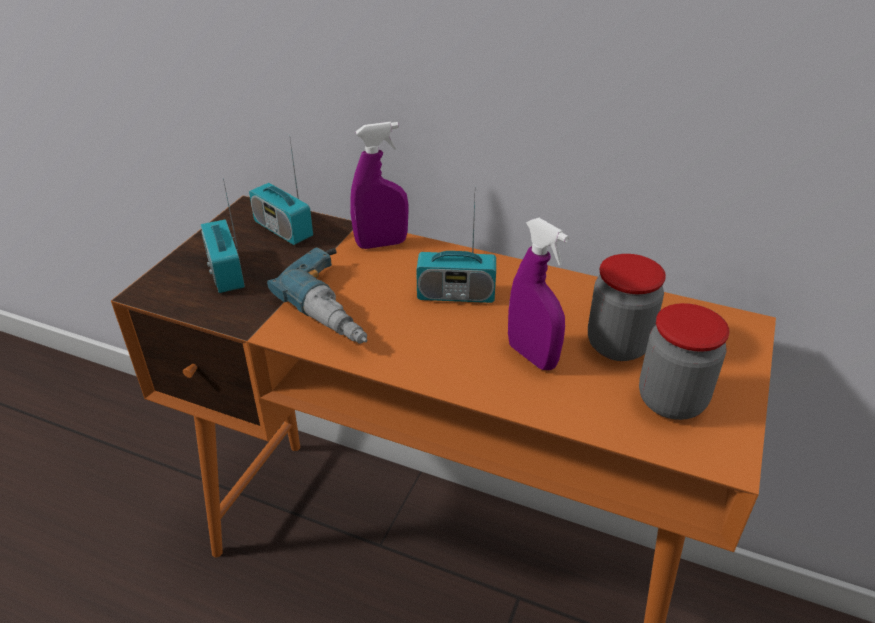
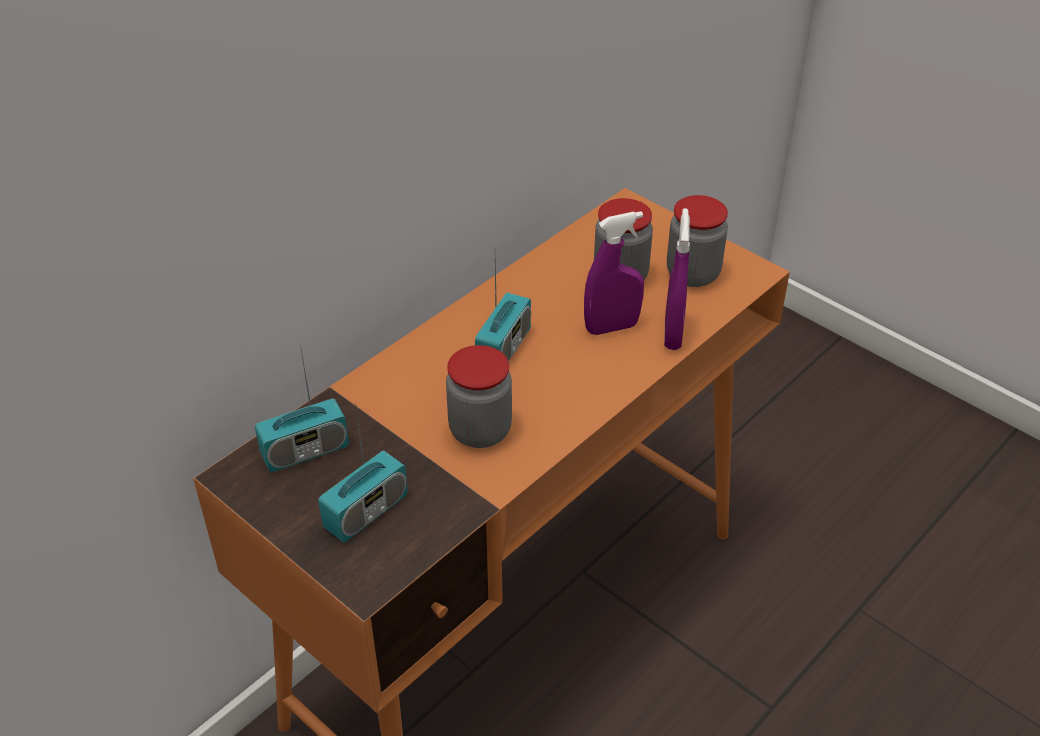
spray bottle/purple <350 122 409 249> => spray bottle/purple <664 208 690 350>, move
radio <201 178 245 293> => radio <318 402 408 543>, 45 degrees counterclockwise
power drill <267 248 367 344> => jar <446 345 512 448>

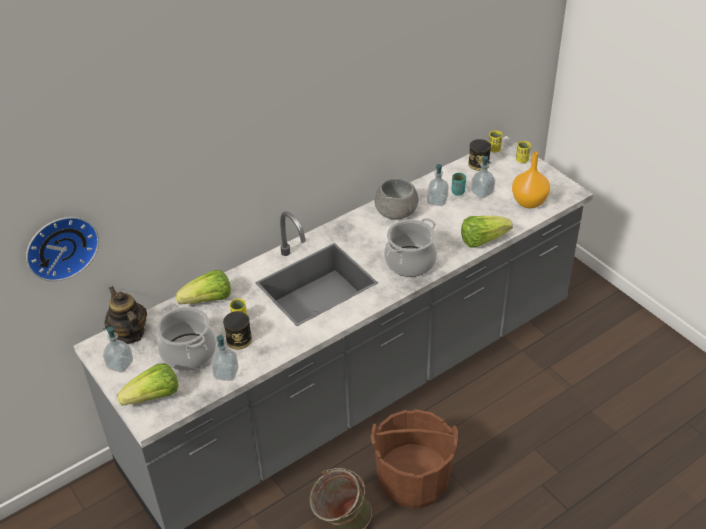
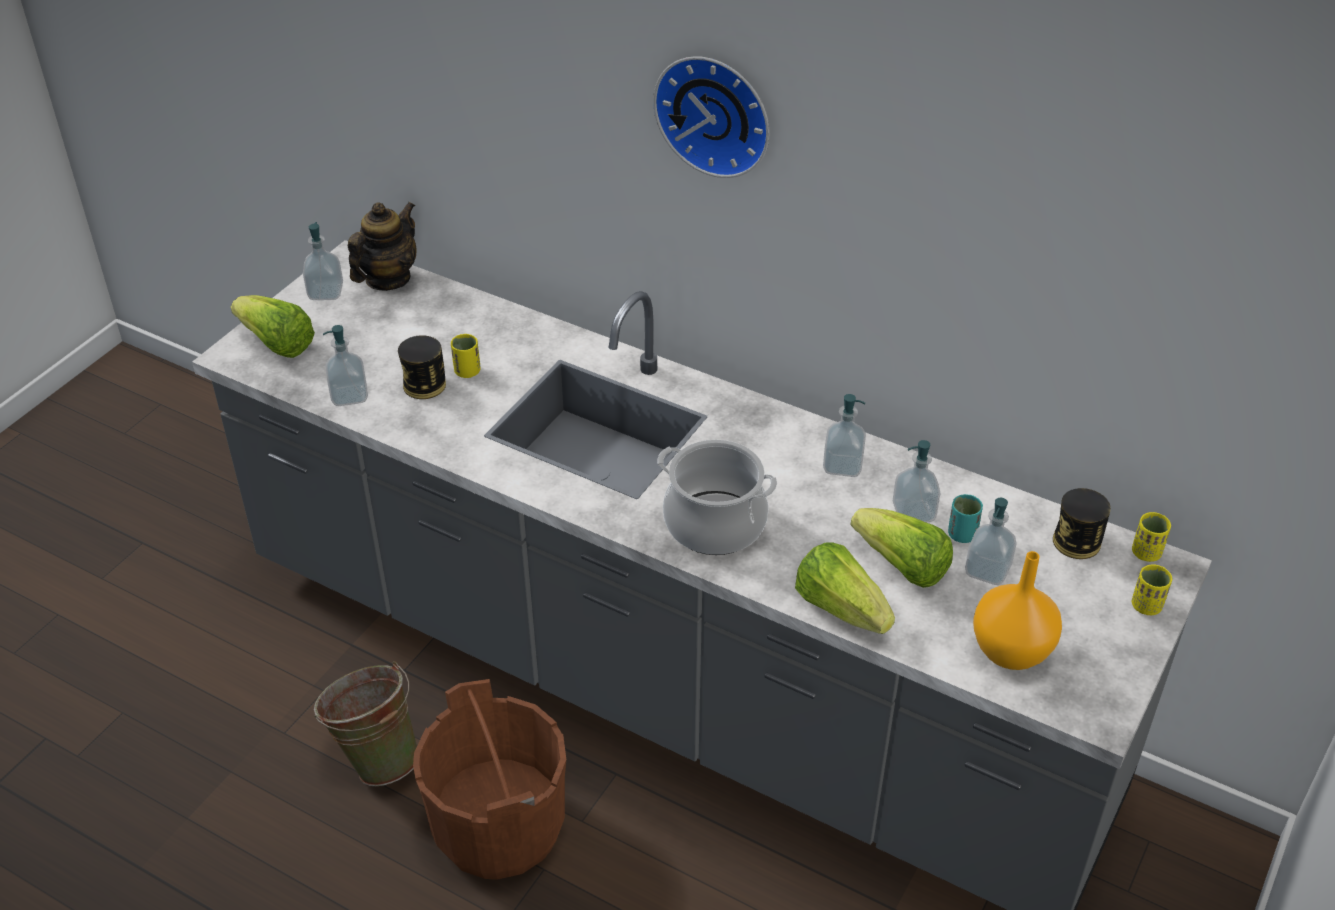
bowl/grey <374 178 419 220> => soap dispenser <823 394 866 477>
wall clock <26 217 99 281> => wall clock <653 56 769 178>, move
lettuce <176 270 231 304> => lettuce <851 508 953 588>, move
cooking pot <156 303 216 371> => nothing

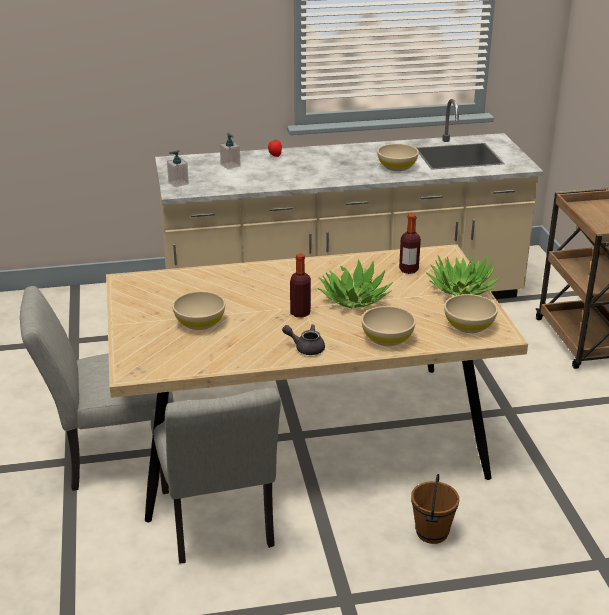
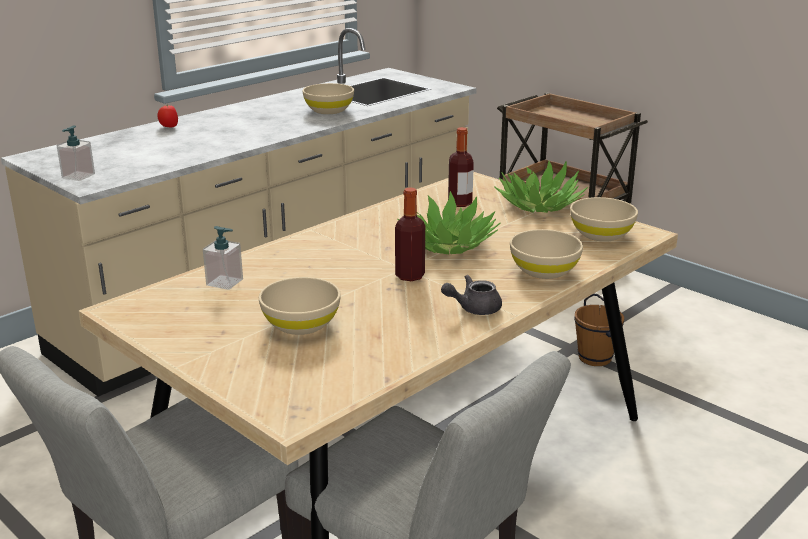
soap dispenser <220 133 240 169> => soap dispenser <203 226 243 290>, move
bucket/brown <411 474 459 544> => bucket/brown <574 294 624 366>, move

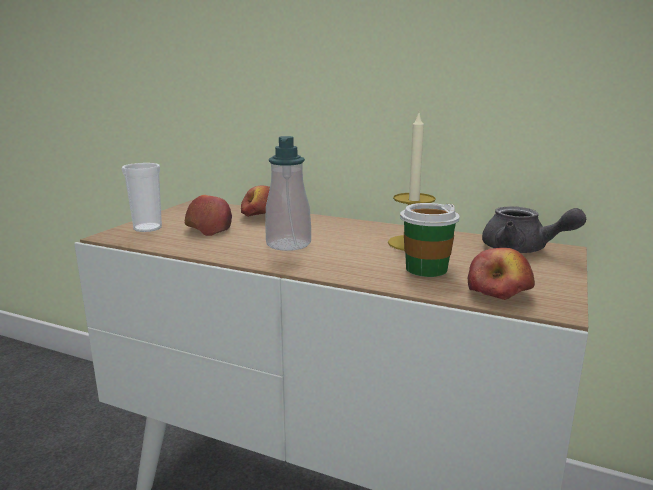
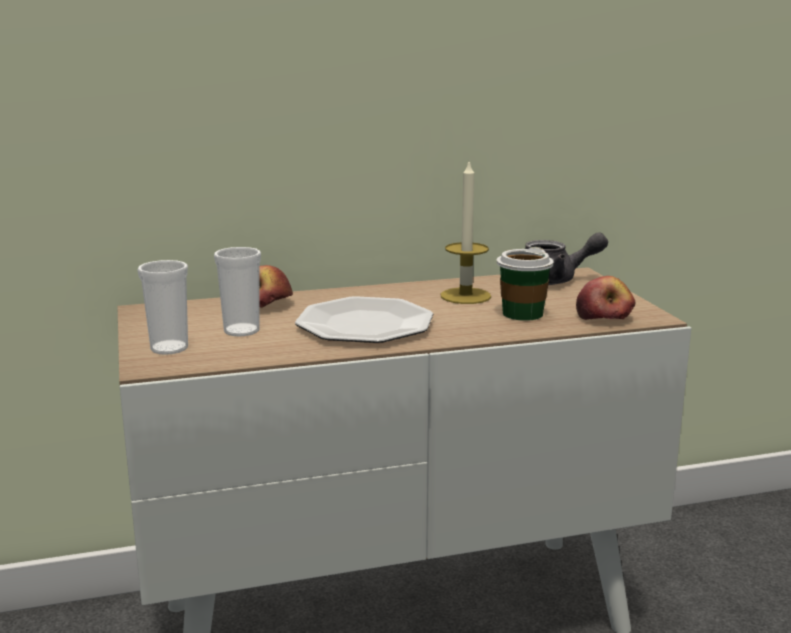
soap dispenser <265 136 311 251> => plate <295 296 433 343>
apple <185 195 232 236> => cup <214 247 261 336>

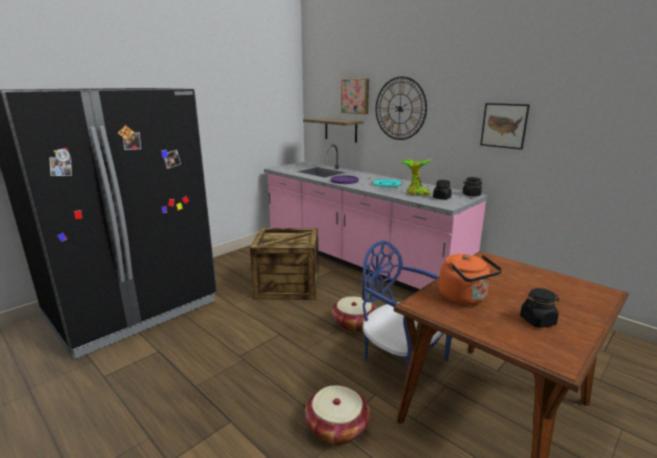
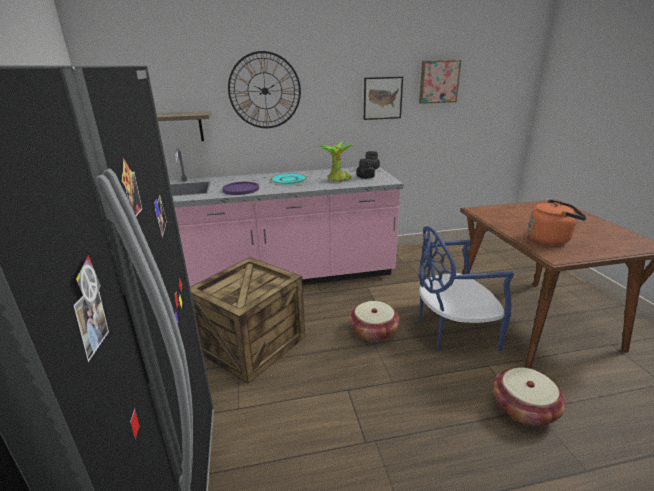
picture <341 79 369 114> => picture <419 60 461 104>, move
jar/black <520 288 559 328> => nothing

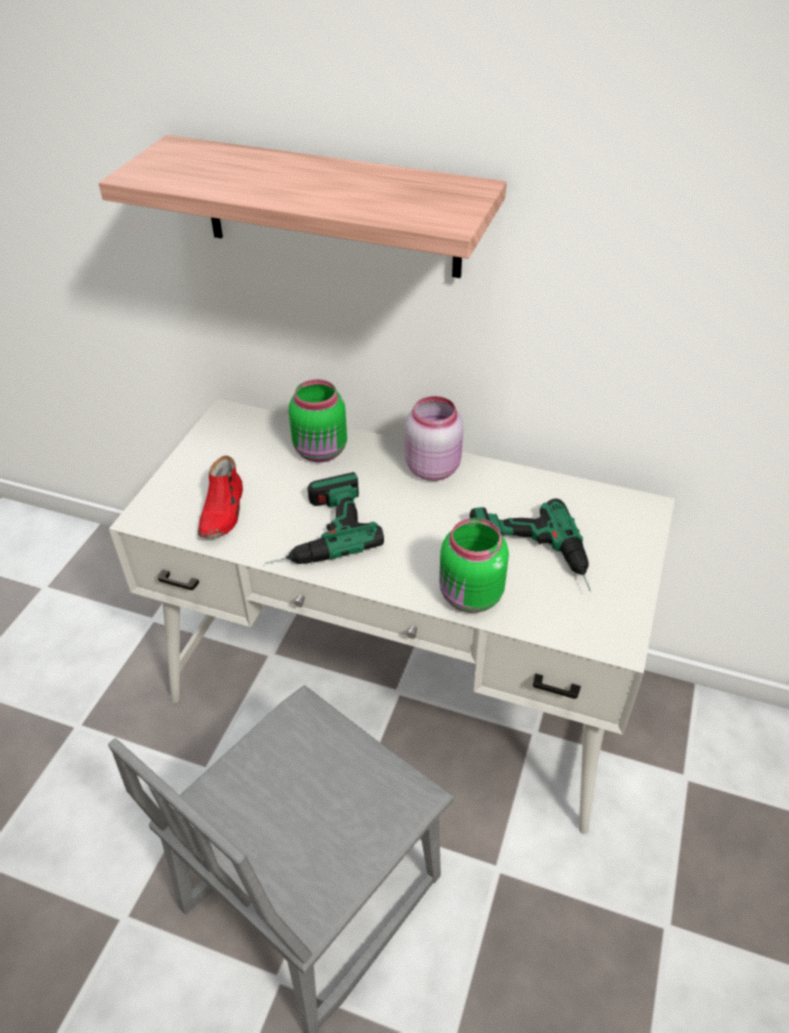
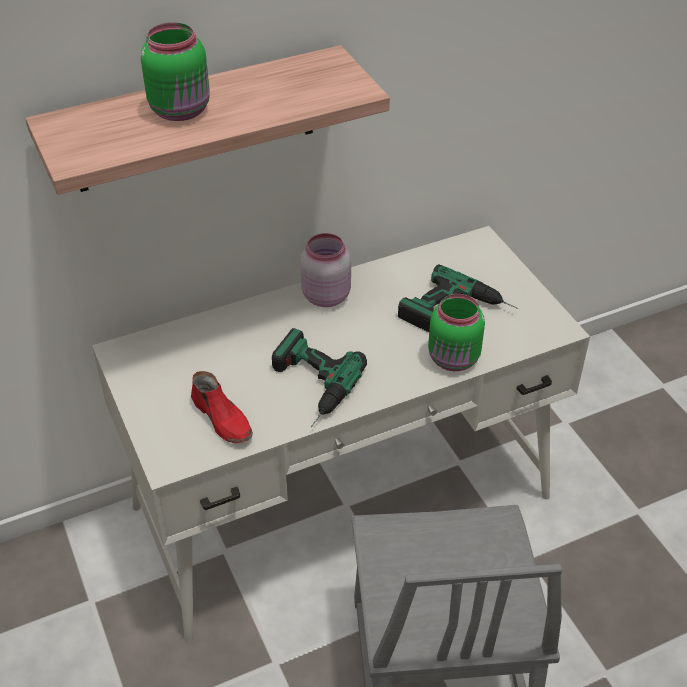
jar/green <289 379 347 462> => jar/green <141 23 210 121>, move

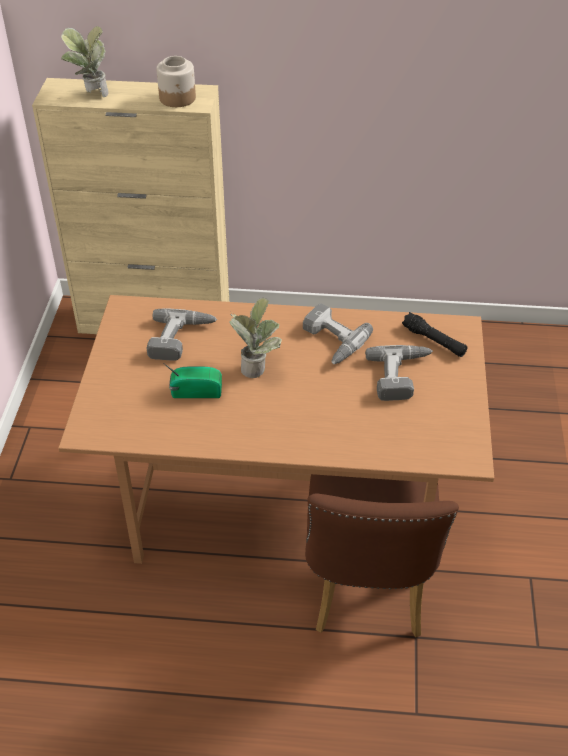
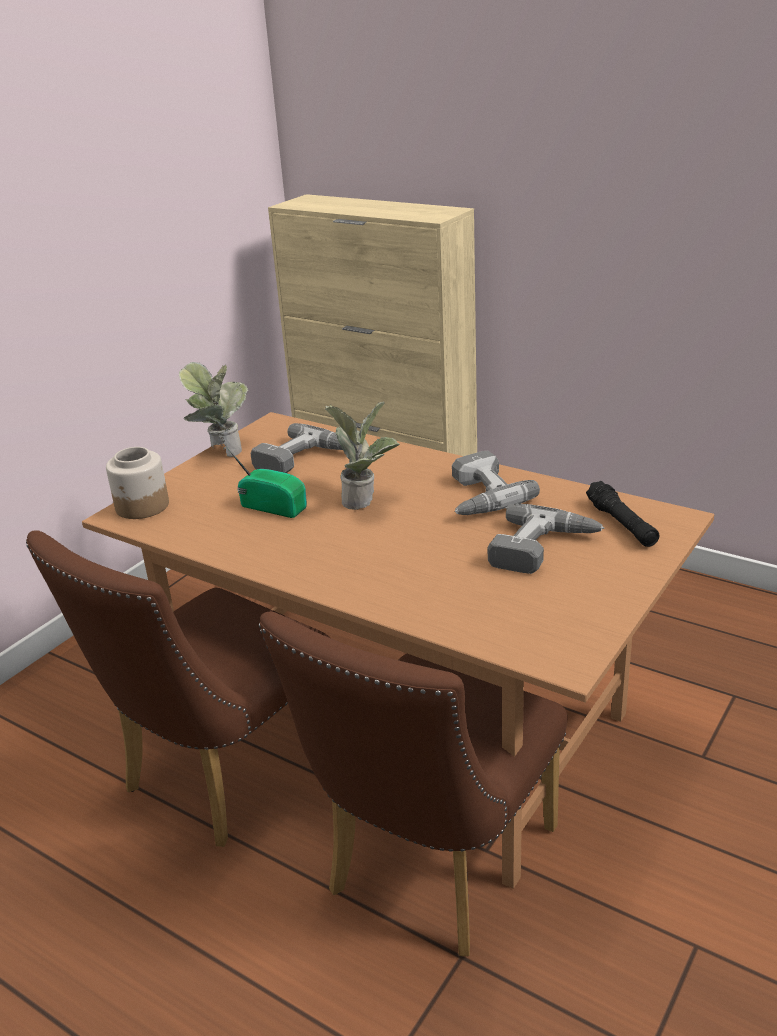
potted plant <61 26 108 97> => potted plant <179 362 248 457>, move
jar <157 56 196 107> => jar <106 447 169 519>, move
nothing => chair/brown <26 530 330 847>

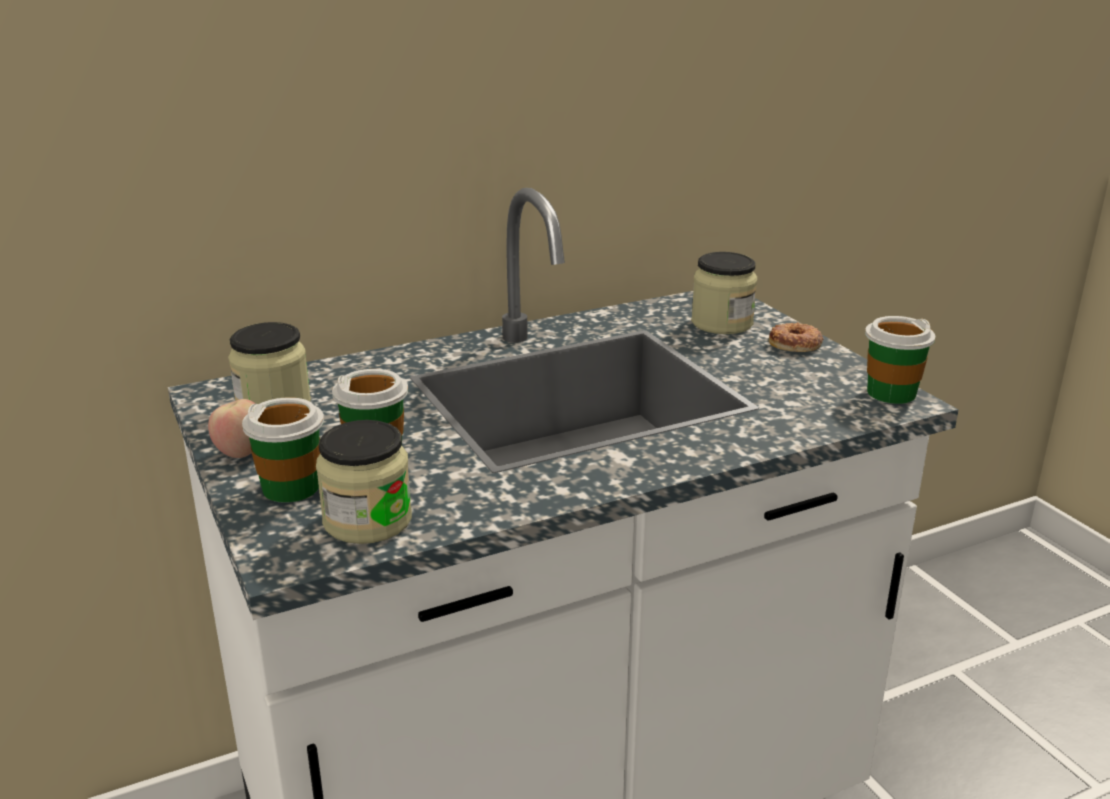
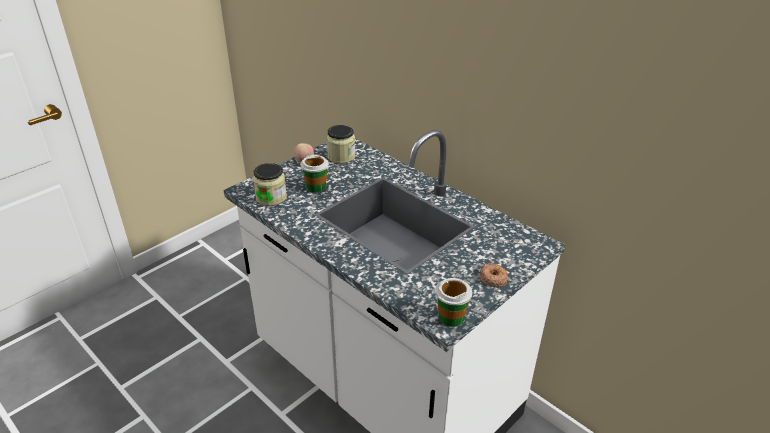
jar <691 252 757 334> => nothing
cup <242 397 324 503> => nothing

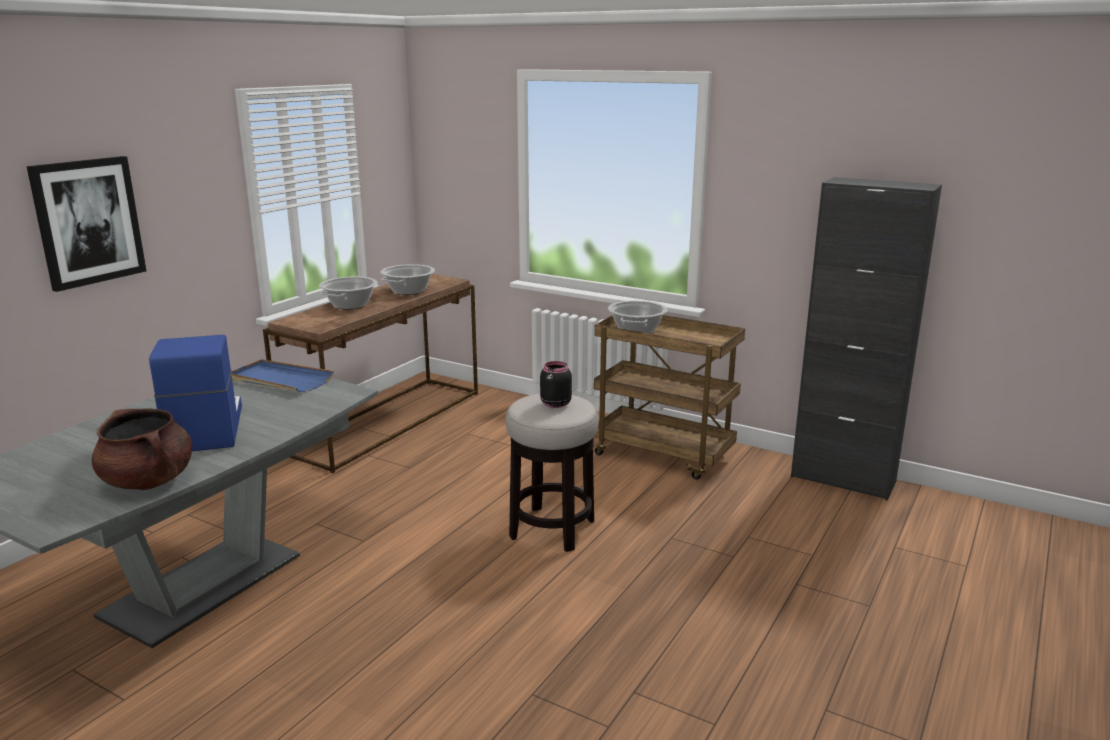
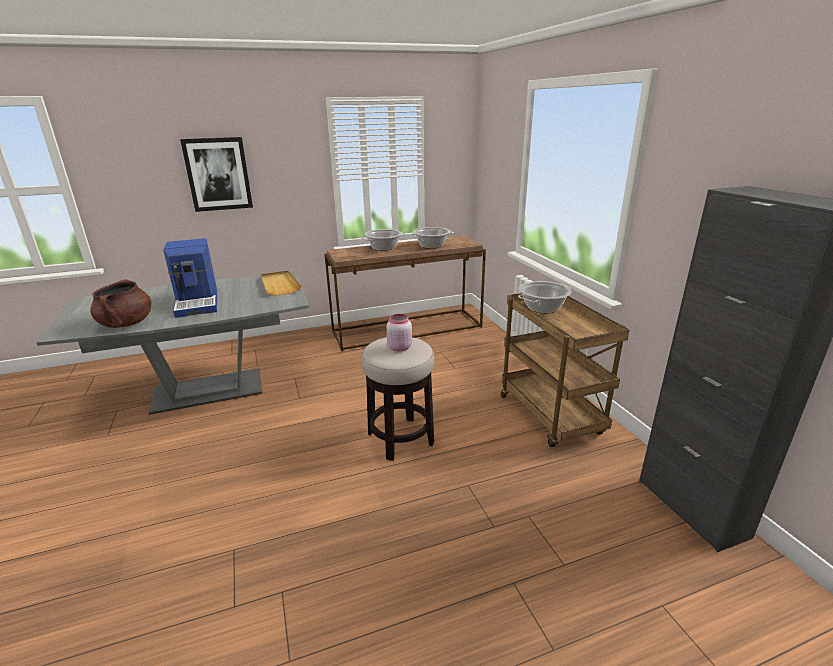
coffee machine <149 335 242 451> => coffee machine <163 238 217 318>, 135 degrees clockwise
tray/blue <231 359 334 392> => tray/beige <261 271 301 296>
jar/black <540 361 572 408> => jar/pink <386 314 412 352>

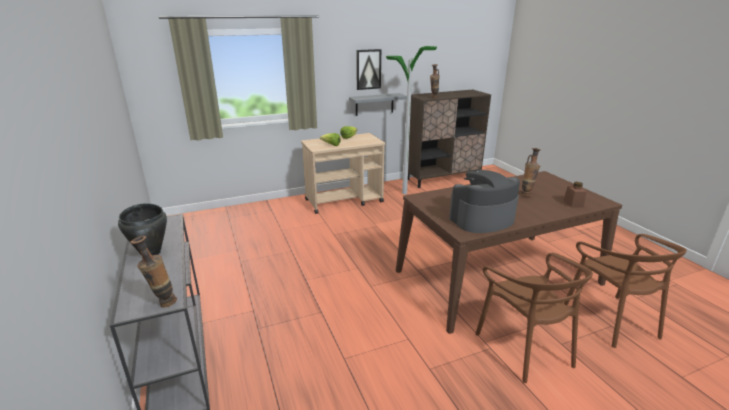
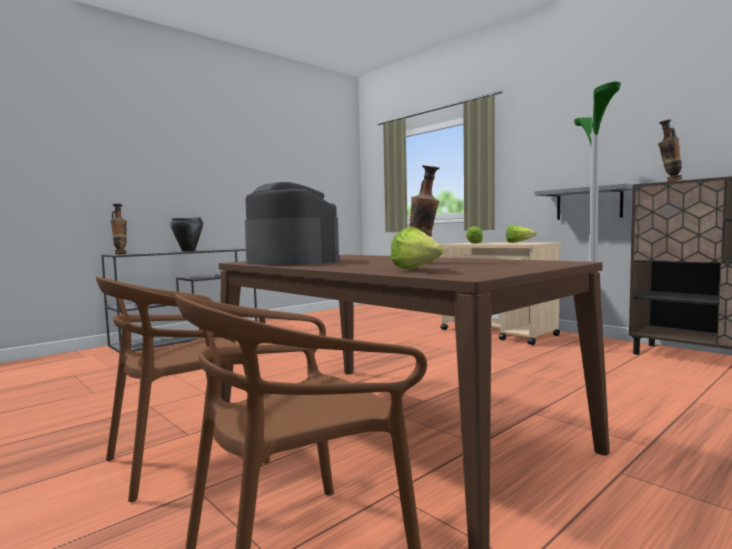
picture <356 49 381 90> => nothing
jar/brown <563 182 587 208> => lettuce <390 227 444 270>

